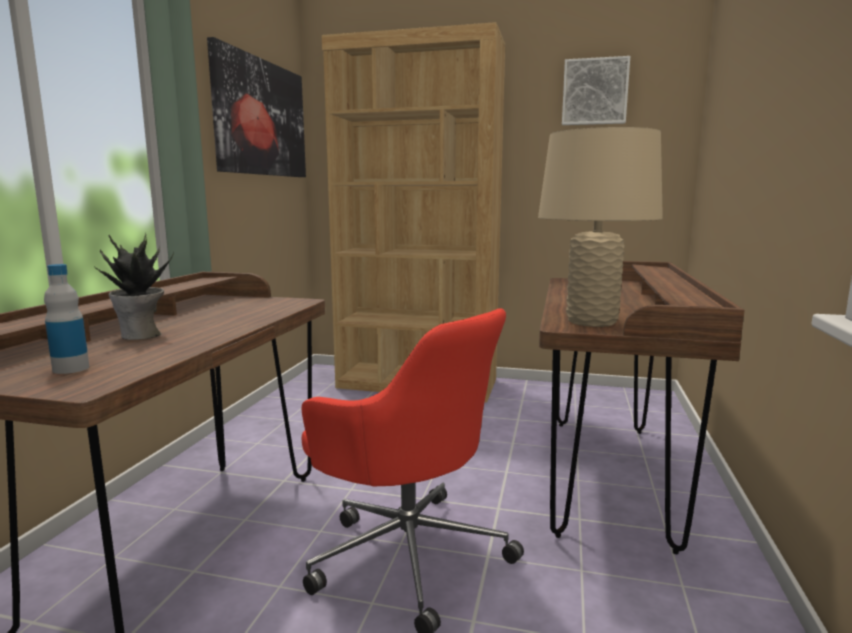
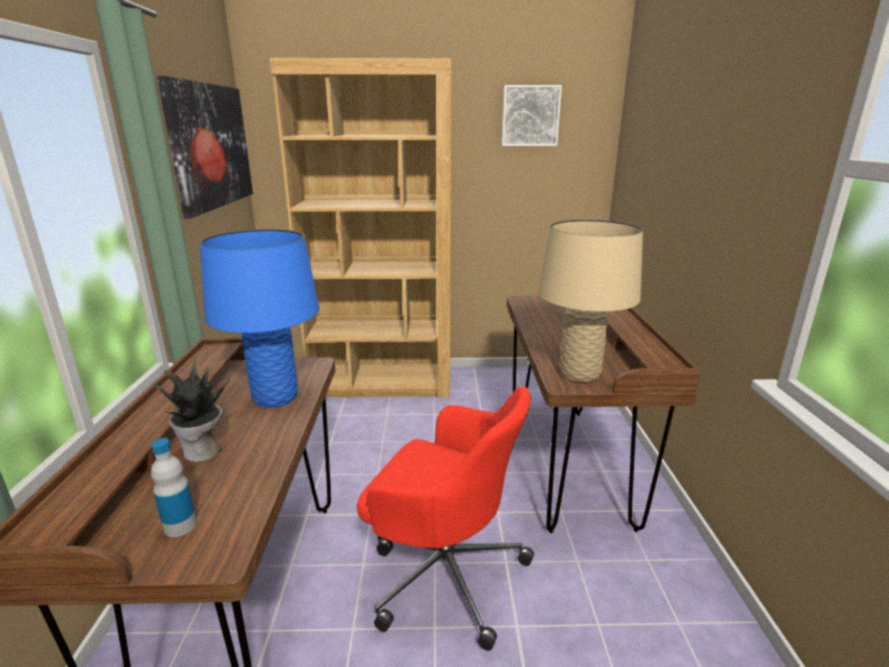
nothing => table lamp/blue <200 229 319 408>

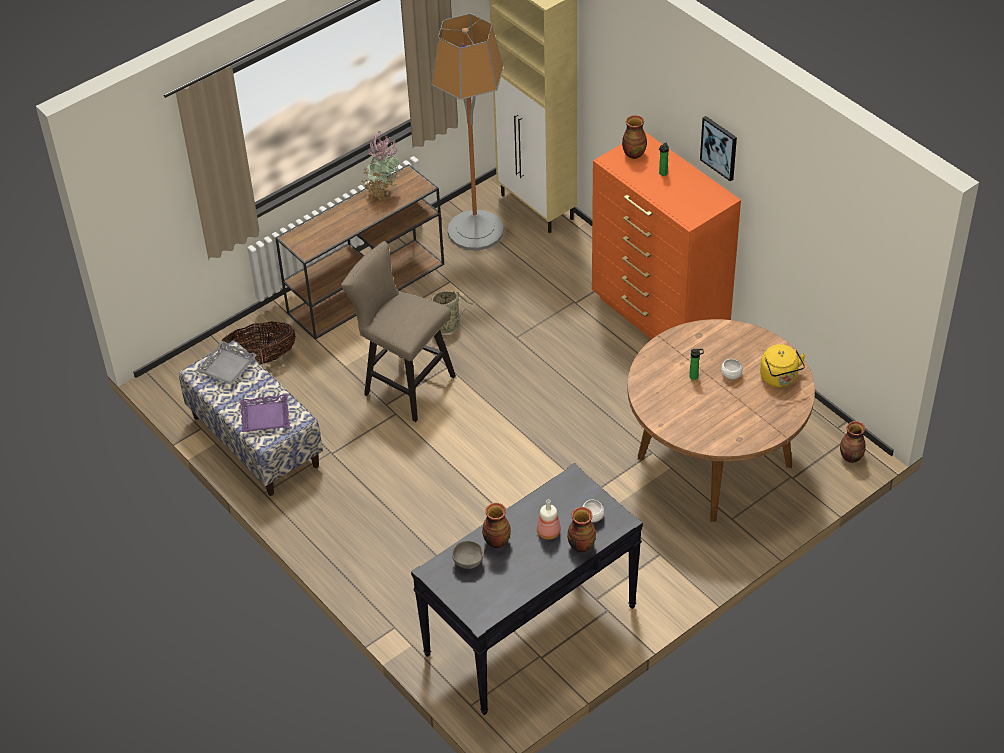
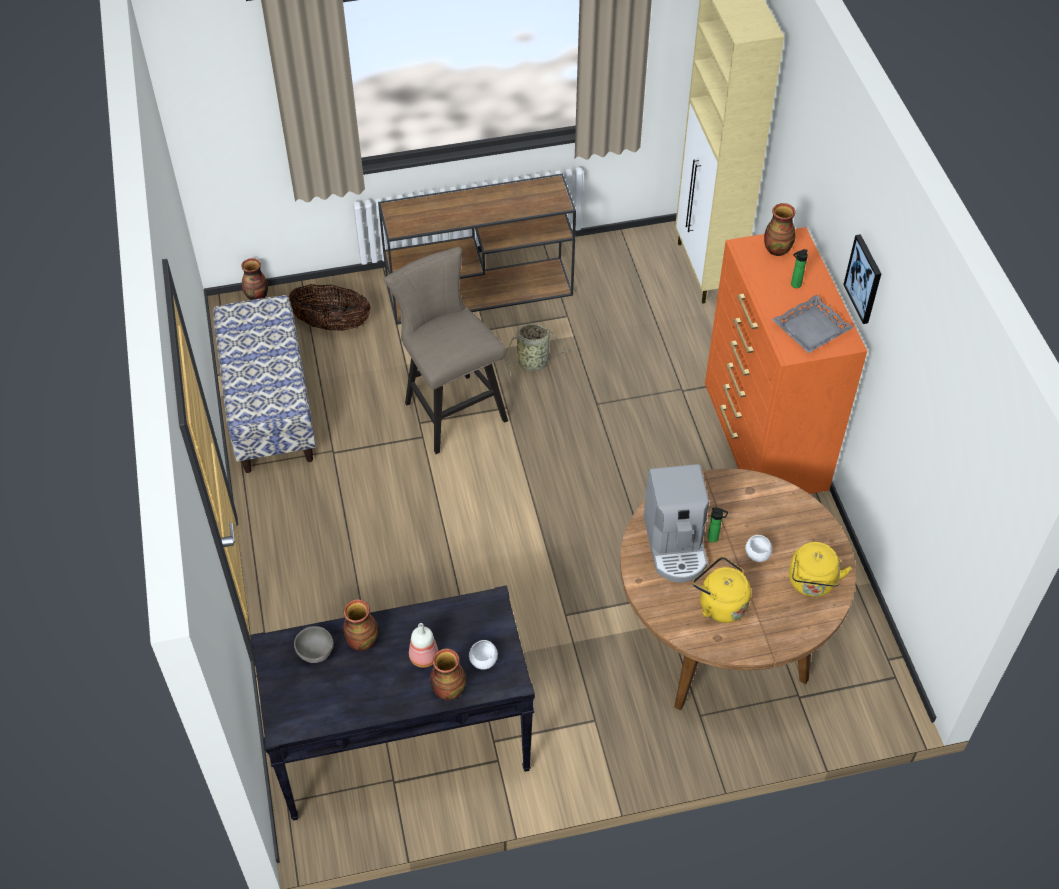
floor lamp <431 13 504 250> => nothing
potted plant <360 131 400 200> => nothing
tray/grey <196 341 257 385> => tray/grey <772 295 854 353>, move
tray/purple <240 394 290 432> => nothing
vase <840 421 866 463> => vase <241 258 268 300>, move
nothing => coffee machine <644 464 709 583>
nothing => kettle/yellow <693 557 751 623>

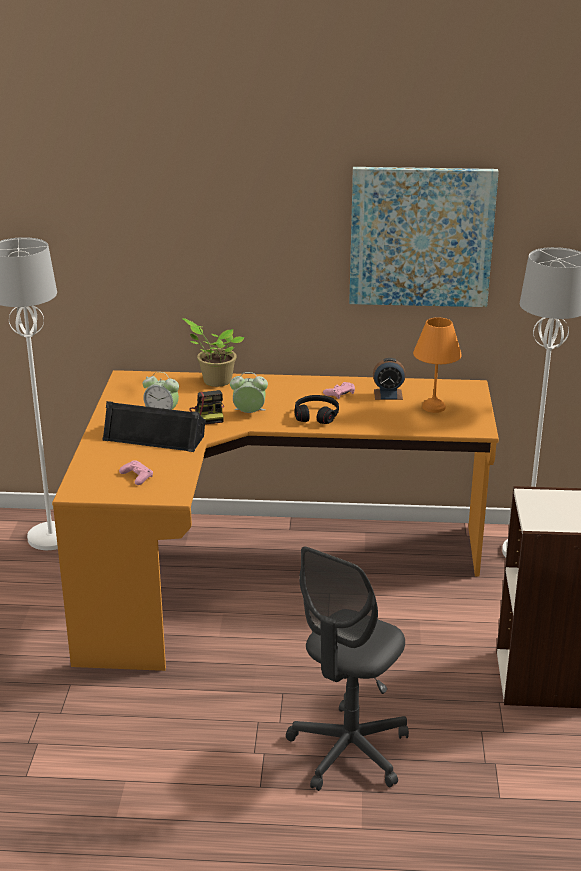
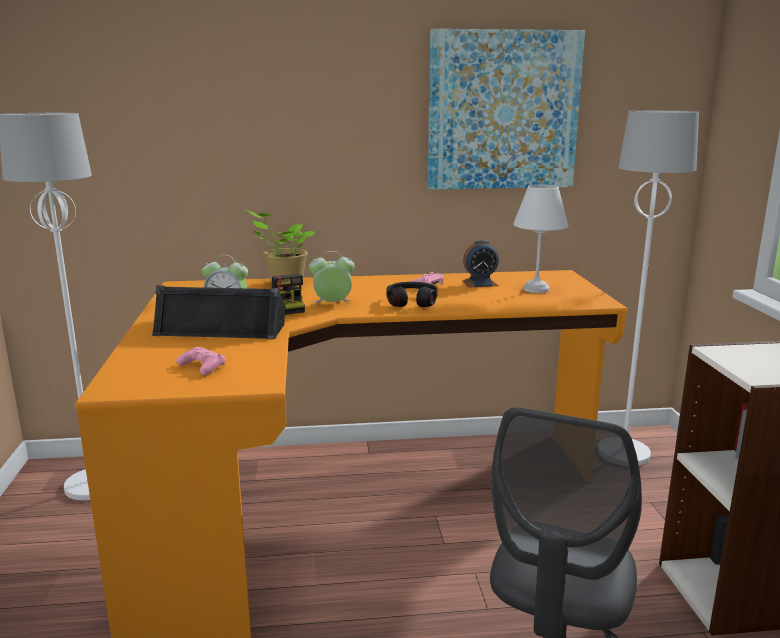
table lamp/orange <413 317 462 413> => table lamp/white <513 185 568 293>

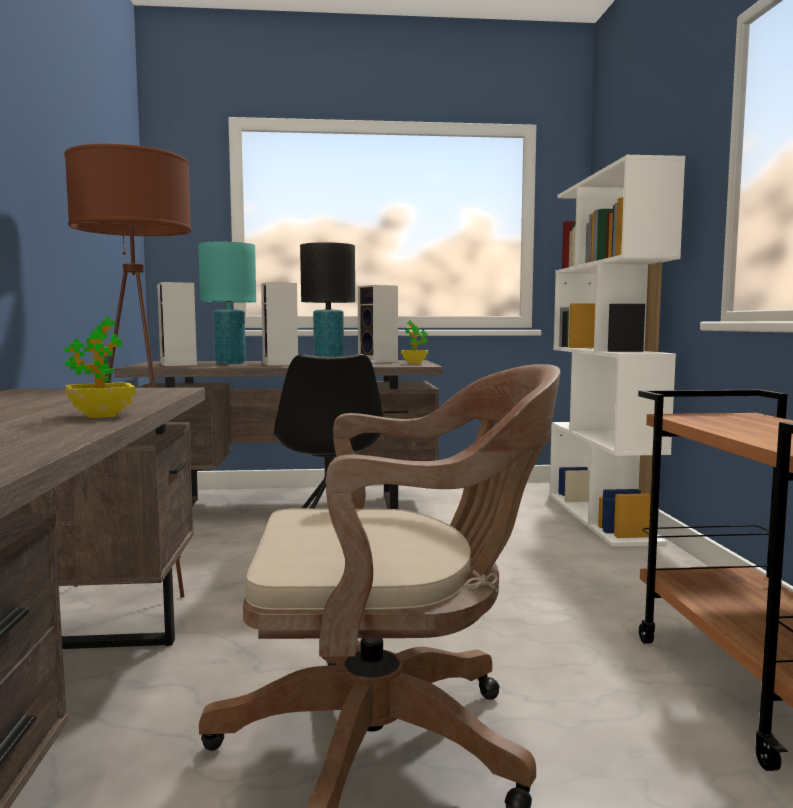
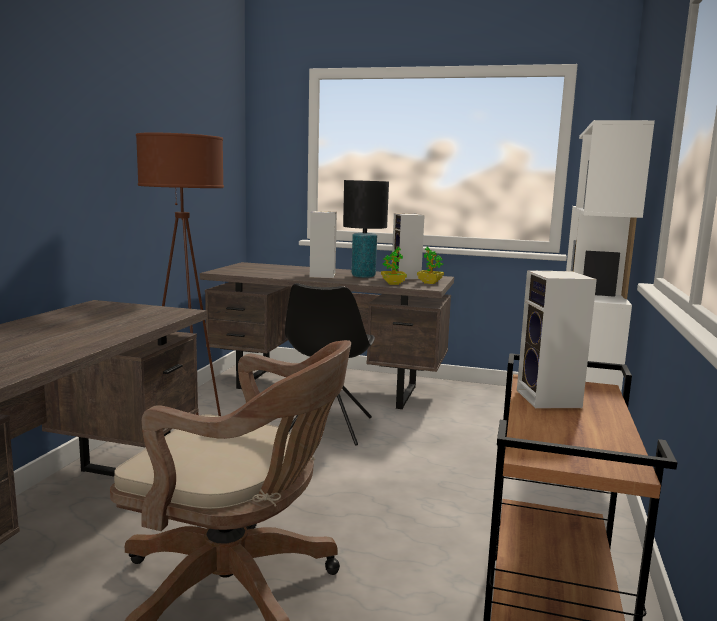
table lamp/turquoise <198 242 256 364> => nothing
speaker <157 282 197 366> => speaker <517 270 597 408>, move
potted plant <65 317 136 418> => potted plant <381 247 407 285>, move

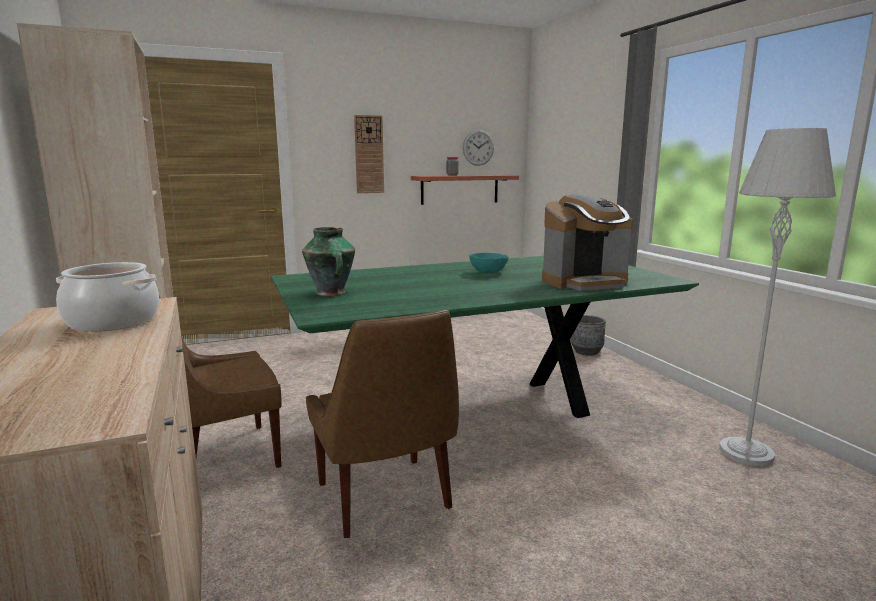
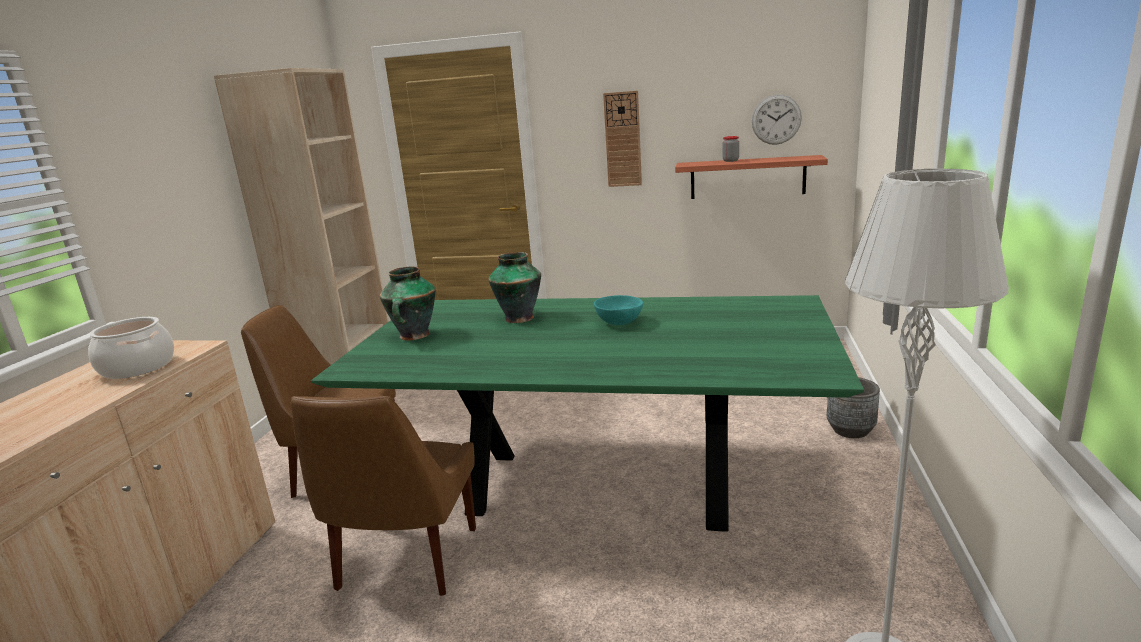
coffee machine <542 194 633 291> => nothing
nothing => vase <488 252 541 323>

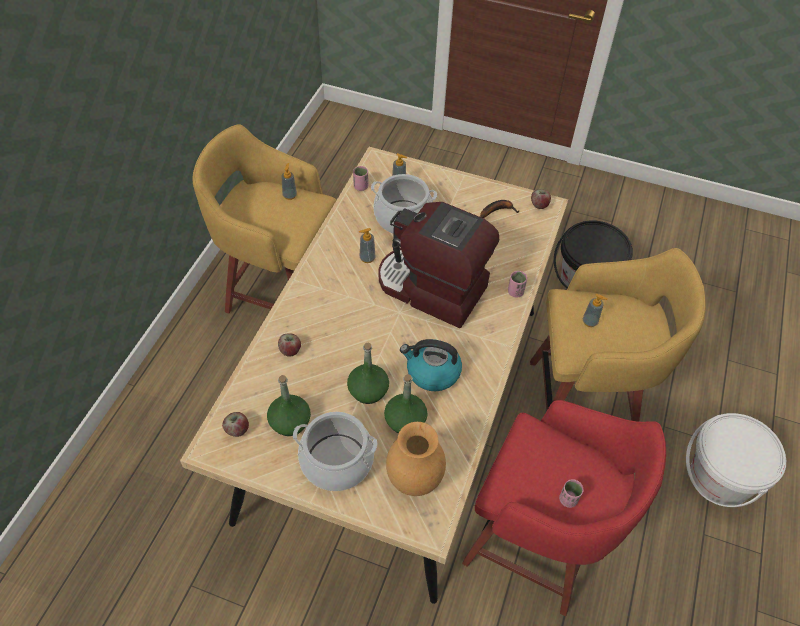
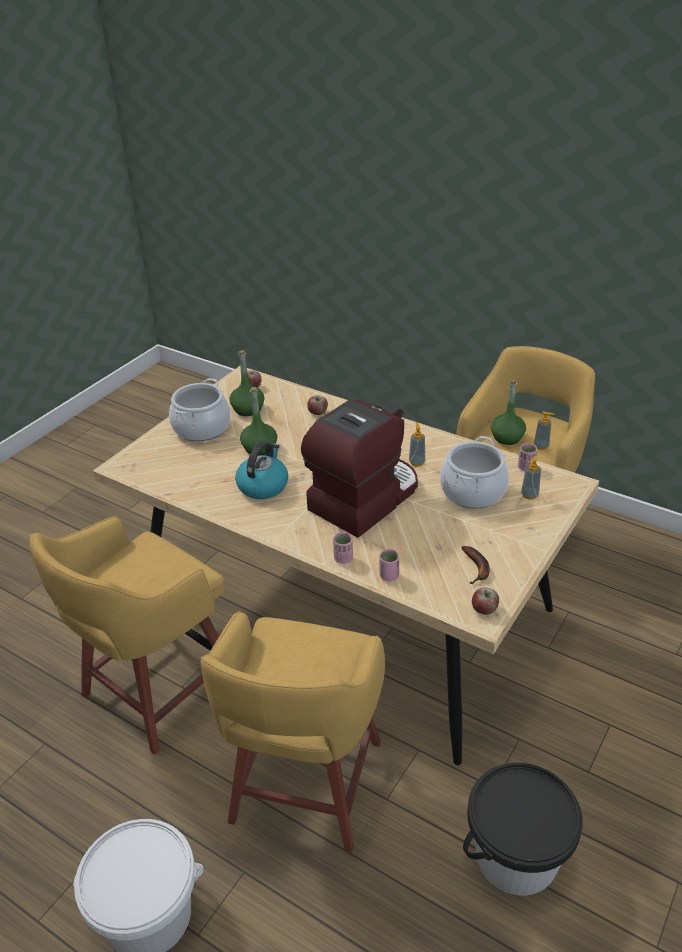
soap dispenser <583 294 608 327> => nothing
bottle/green <384 374 427 433> => bottle/green <491 380 526 445>, move
stool/red <462 400 666 616> => stool/yellow <29 516 225 755>
vase/brown <386 422 446 496> => nothing
cup/pink <559 479 584 508> => cup/pink <379 549 399 581>, move

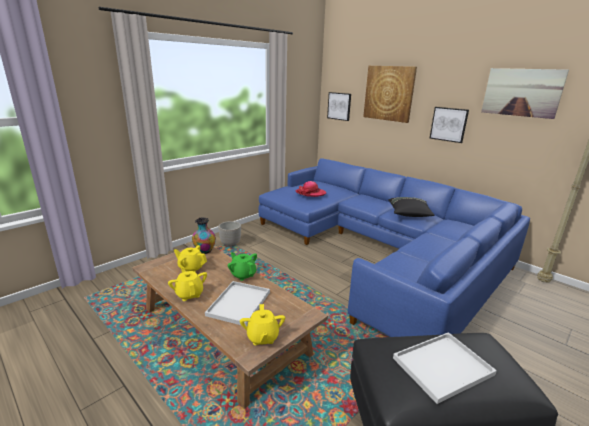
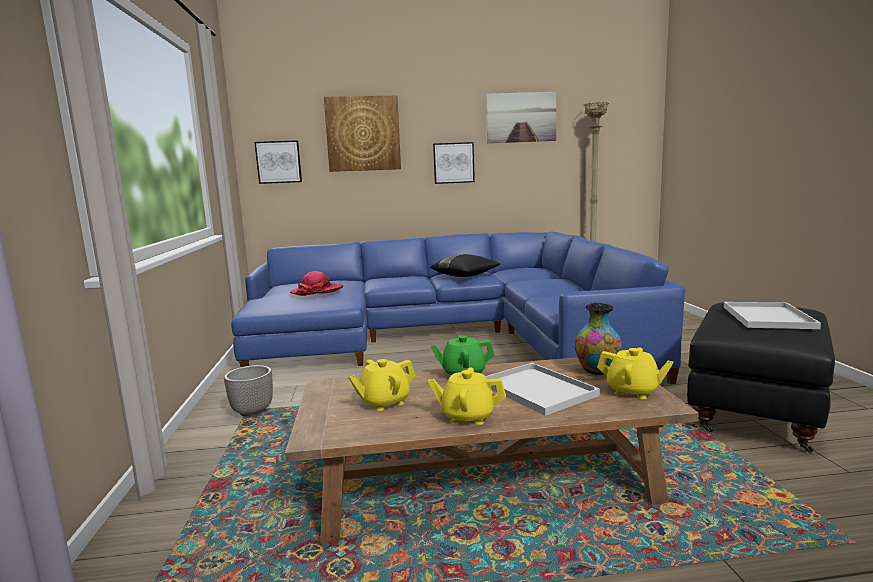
vase <192 217 216 254> => vase <575 302 622 375>, move

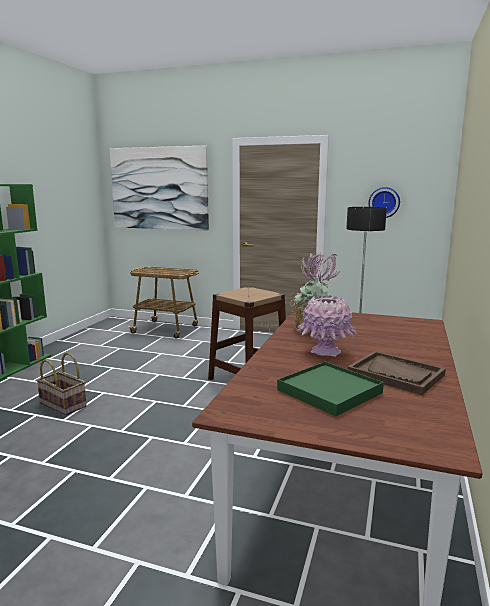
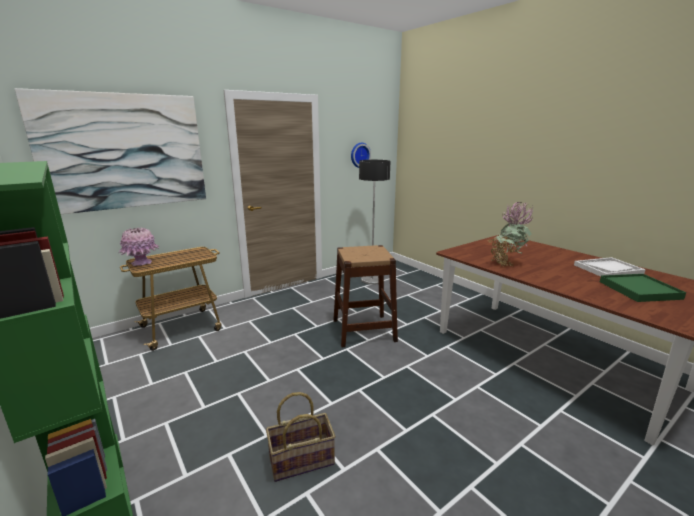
vase/pink <297 294 357 357> => vase/pink <118 227 159 266>, move
tray/brown <347 351 446 395> => tray/white <574 257 646 277>

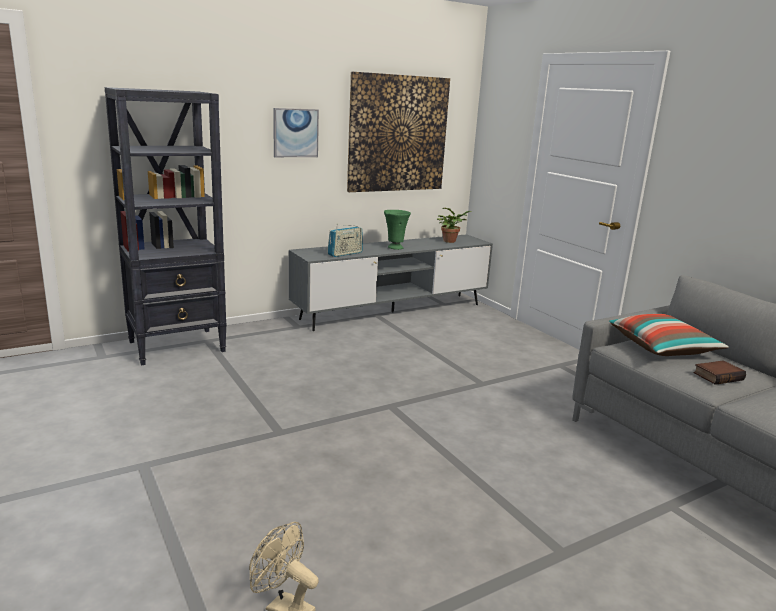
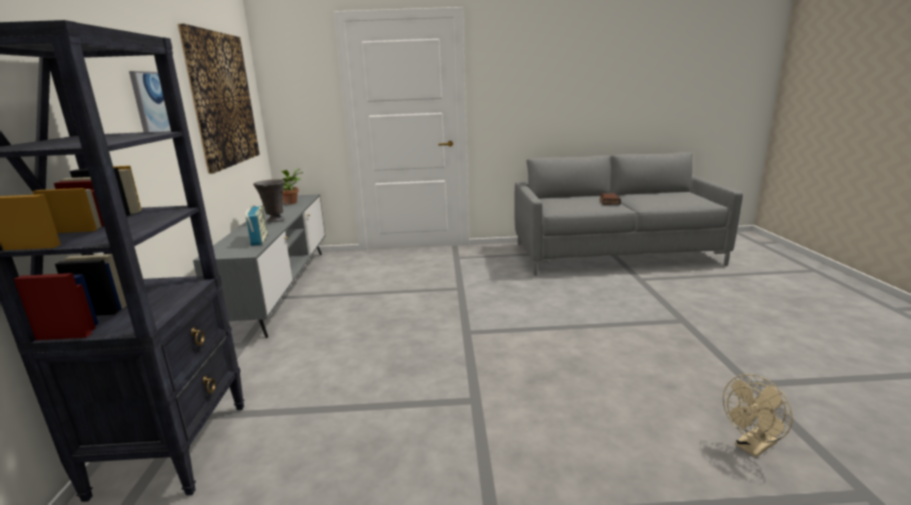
vase/green <384 210 411 250> => vase/grey <253 179 285 222>
pillow <609 314 729 356> => nothing

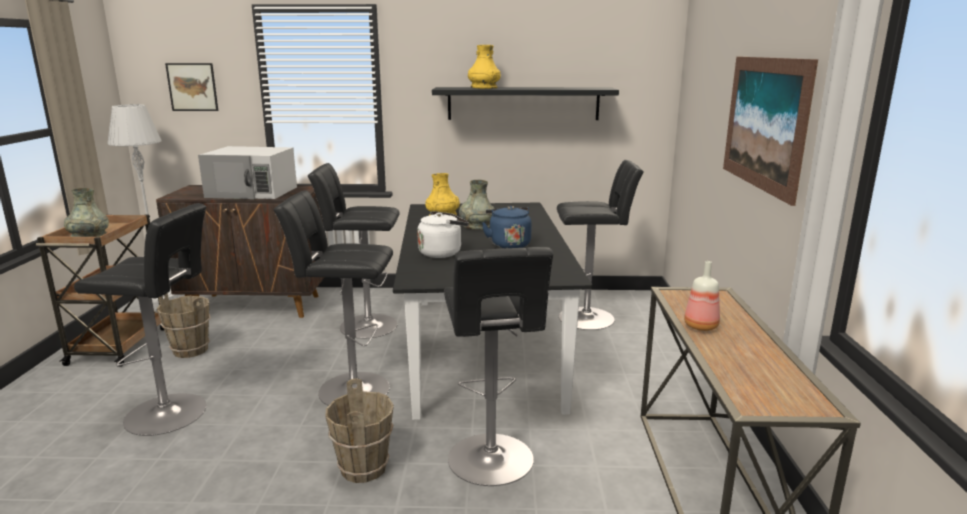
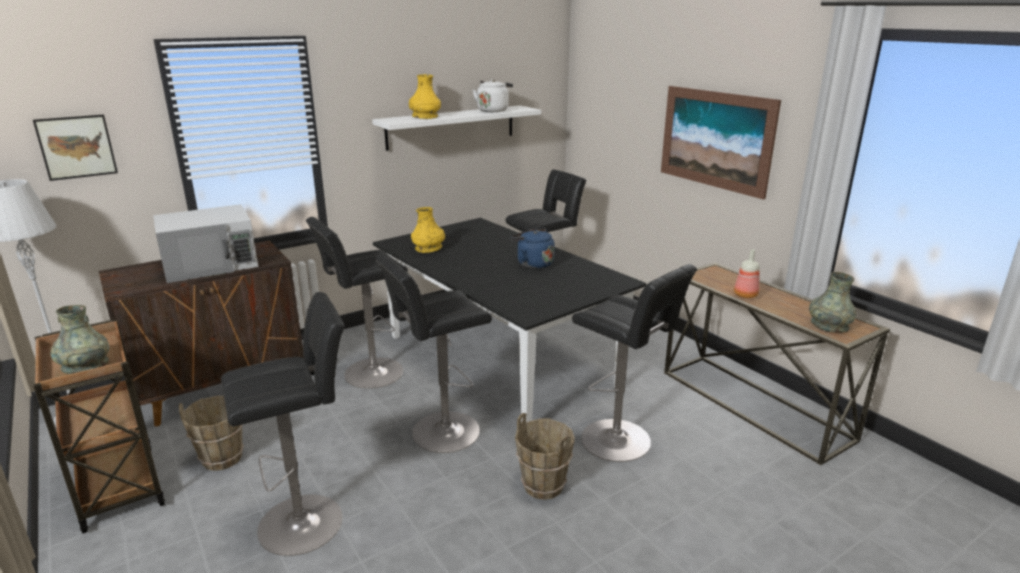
shelf/black <432 87 619 120> => shelf/white <372 105 541 151>
vase/grey <459 180 494 230> => vase/grey <809 272 856 333>, move
kettle/white <417 211 469 258> => kettle/white <473 79 513 112>, move

